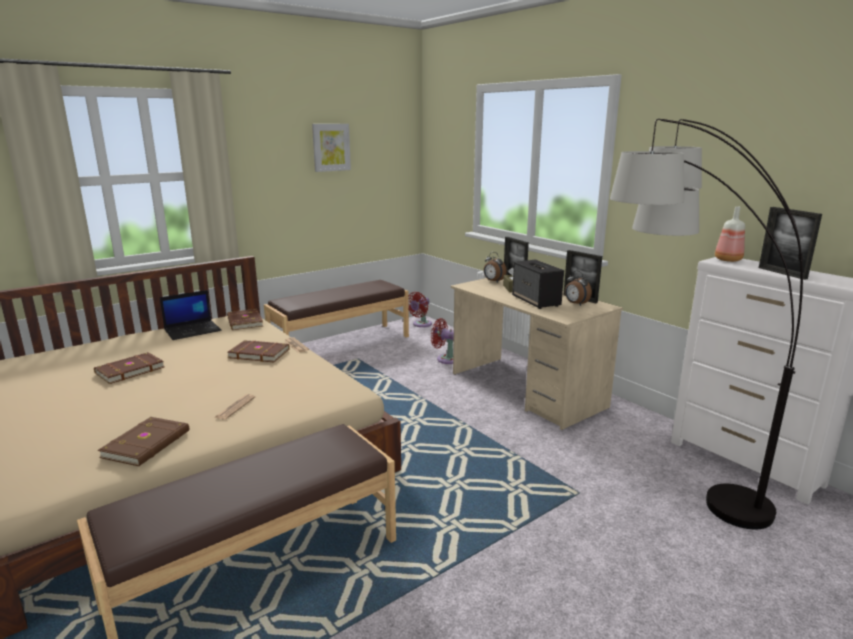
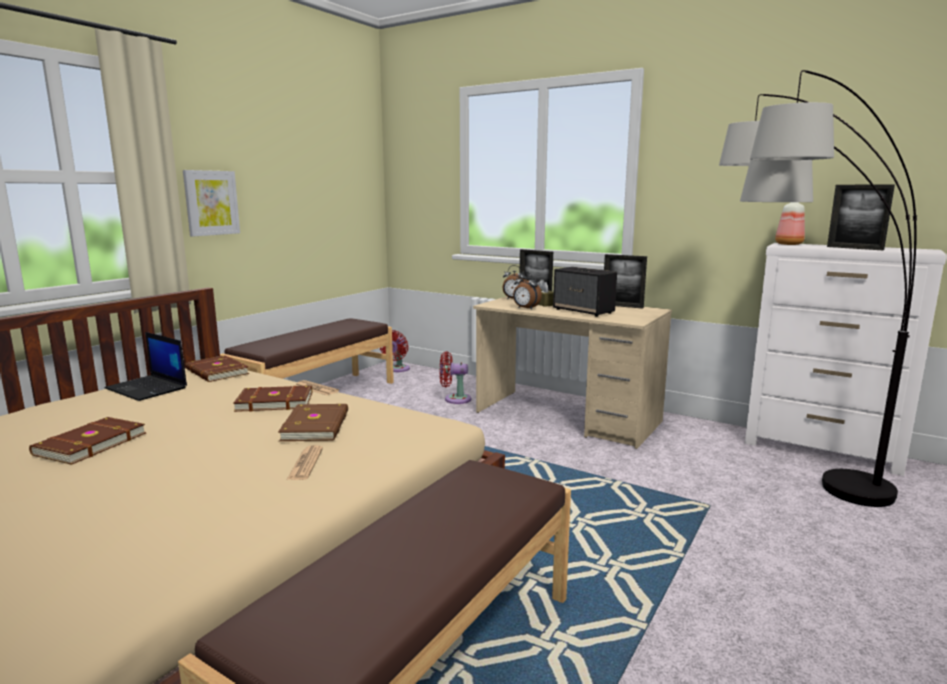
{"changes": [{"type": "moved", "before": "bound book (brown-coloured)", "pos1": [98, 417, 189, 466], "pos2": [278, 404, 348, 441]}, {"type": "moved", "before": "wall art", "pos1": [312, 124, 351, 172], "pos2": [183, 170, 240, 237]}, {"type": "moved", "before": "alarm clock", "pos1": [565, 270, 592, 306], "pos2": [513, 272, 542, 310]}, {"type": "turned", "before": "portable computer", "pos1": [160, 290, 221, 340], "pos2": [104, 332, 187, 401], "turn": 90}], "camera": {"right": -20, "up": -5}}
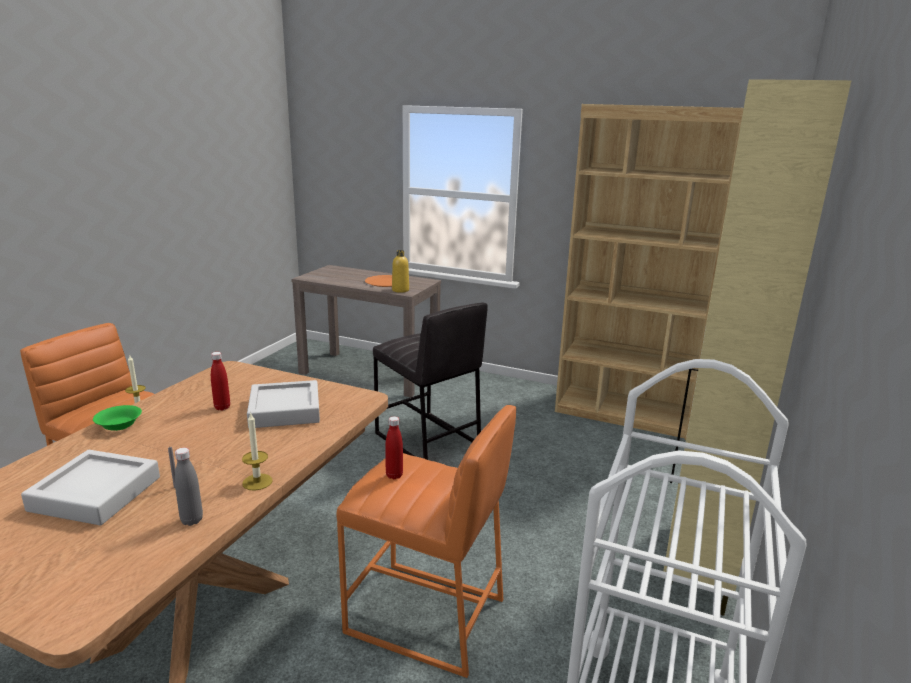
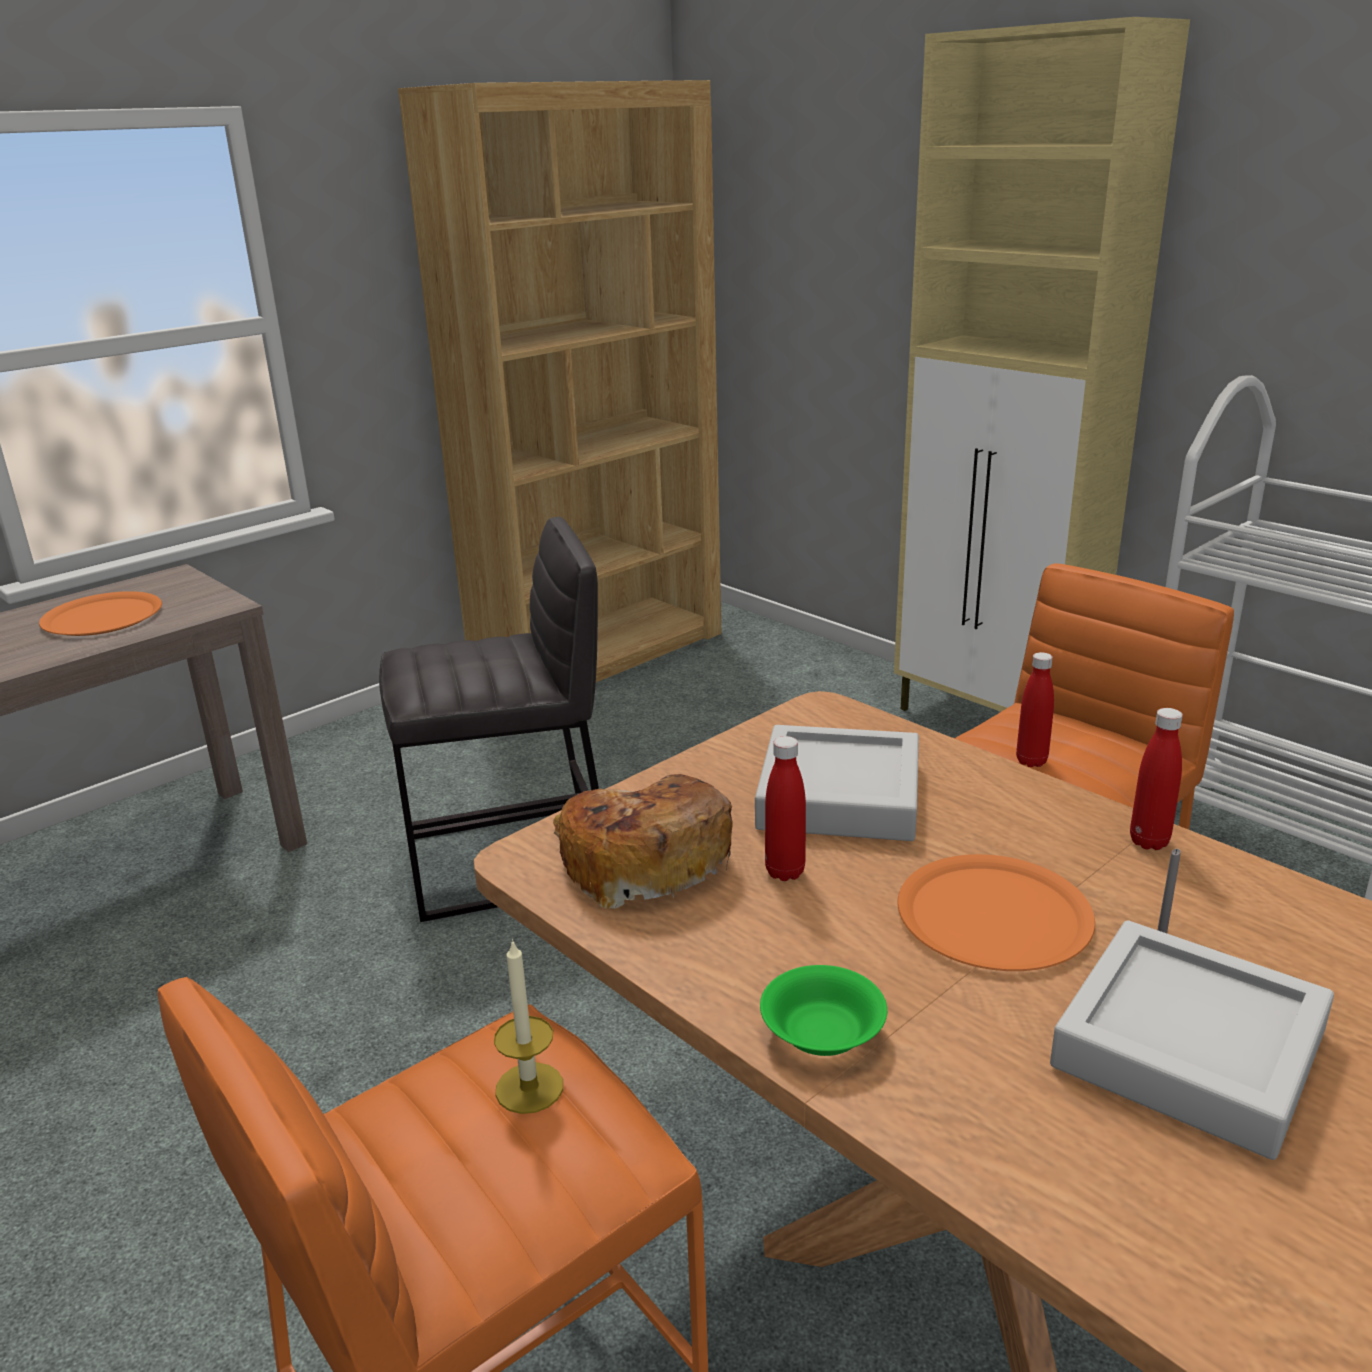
{"changes": [{"type": "removed", "before": "drink bottle (greyish)", "pos1": [175, 448, 203, 526]}, {"type": "removed", "before": "drink bottle (yellow-coloured)", "pos1": [392, 250, 409, 293]}, {"type": "added", "after": "bread", "pos2": [553, 774, 732, 909]}, {"type": "added", "after": "flat dish (orangey)", "pos2": [898, 854, 1095, 971]}, {"type": "replaced", "before": "wax light", "after": "drink bottle (red-coloured)", "pos1": [242, 412, 272, 491], "pos2": [1130, 708, 1183, 850]}], "camera": {"right": -65, "up": 5}}
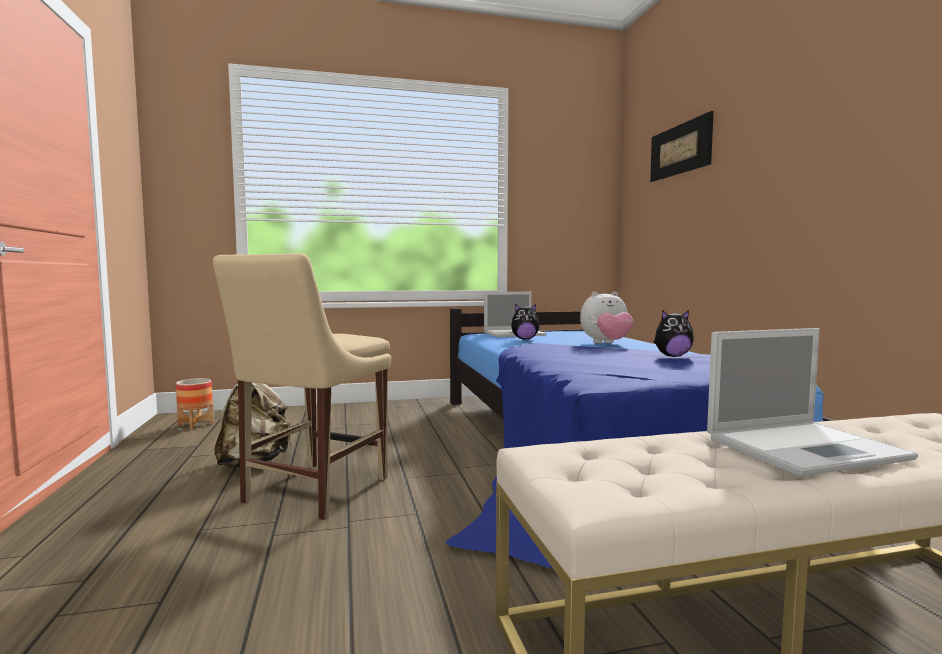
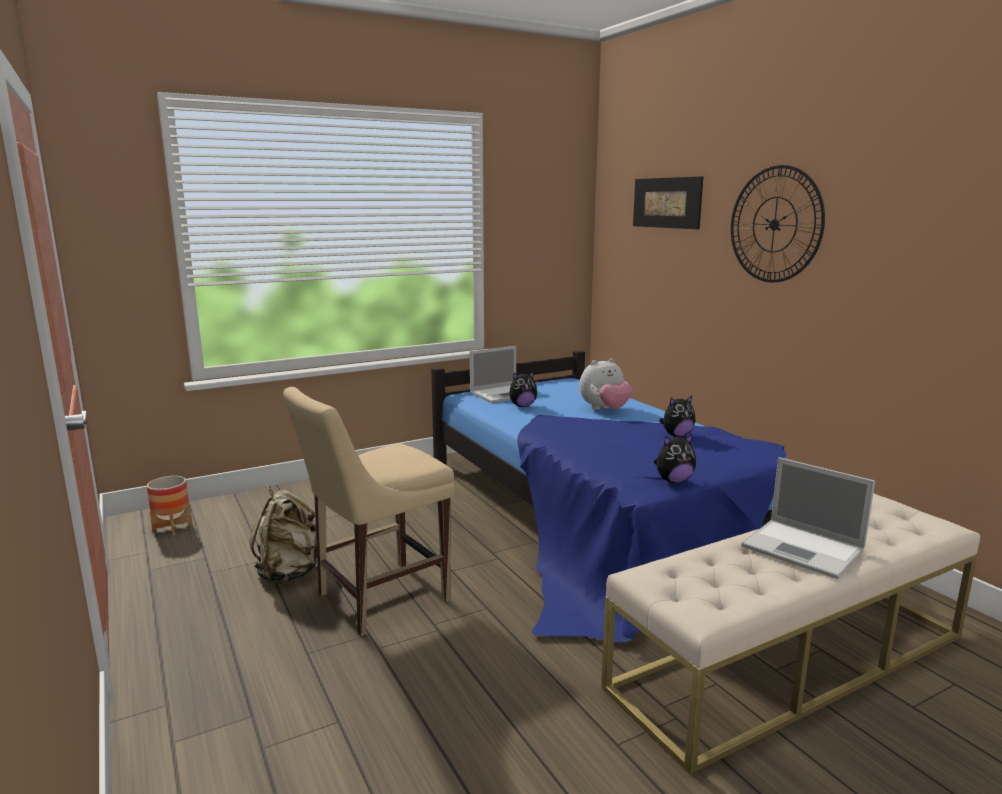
{"changes": [{"type": "added", "after": "cuddly toy", "pos2": [654, 433, 696, 483]}, {"type": "added", "after": "wall clock", "pos2": [731, 165, 825, 283]}, {"type": "turned", "before": "upright chair (beige-coloured)", "pos1": [213, 253, 391, 520], "pos2": [283, 387, 455, 636], "turn": 45}, {"type": "turned", "before": "portable computer", "pos1": [707, 328, 918, 476], "pos2": [741, 457, 875, 579], "turn": 75}], "camera": {"right": -15, "up": 10}}
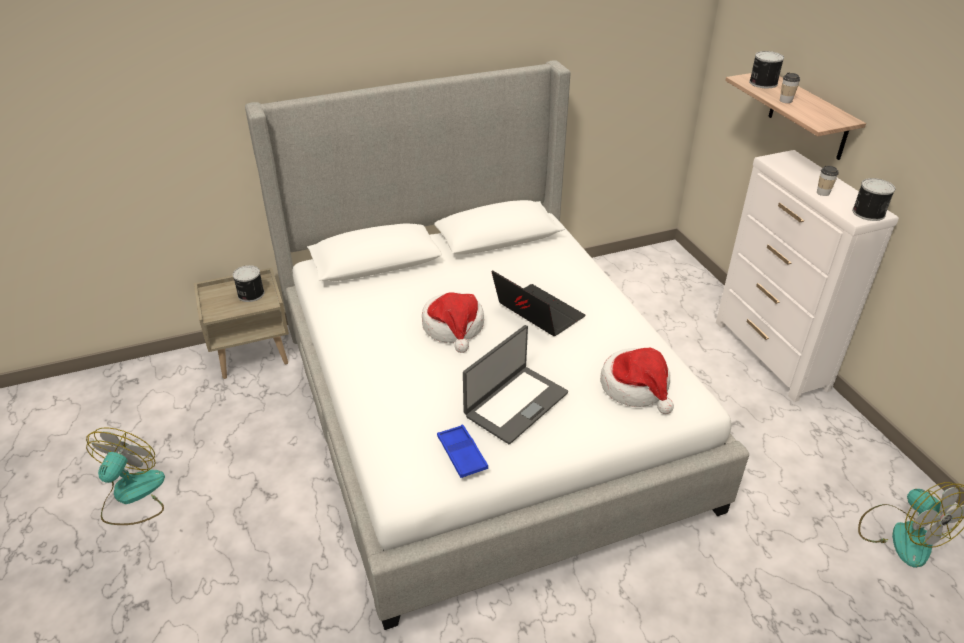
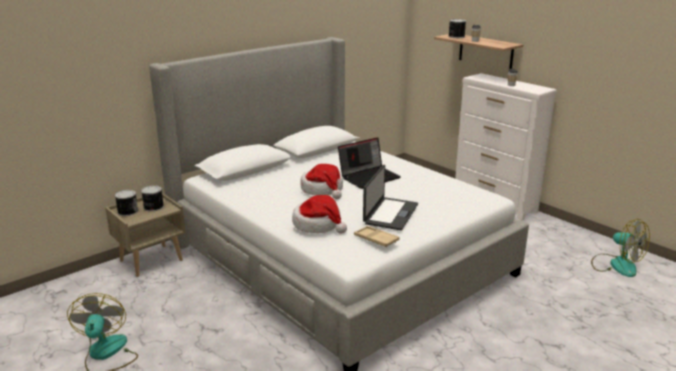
{"changes": [{"type": "moved", "before": "wearable hat", "pos1": [600, 348, 674, 414], "pos2": [292, 195, 347, 234]}, {"type": "moved", "before": "sealed can", "pos1": [852, 178, 895, 221], "pos2": [115, 190, 138, 216]}, {"type": "recoloured", "before": "tray (bluish)", "after": "tray (beige-coloured)", "pos1": [437, 424, 488, 478], "pos2": [354, 226, 399, 247]}, {"type": "turned", "before": "portable computer", "pos1": [492, 270, 586, 336], "pos2": [338, 137, 401, 189], "turn": 120}], "camera": {"right": -20, "up": -15}}
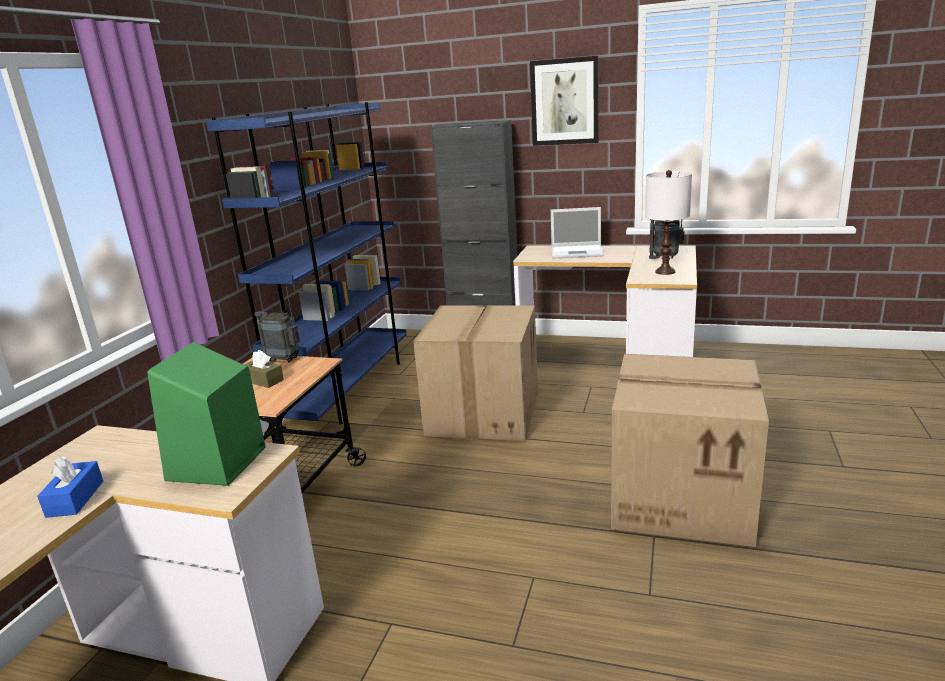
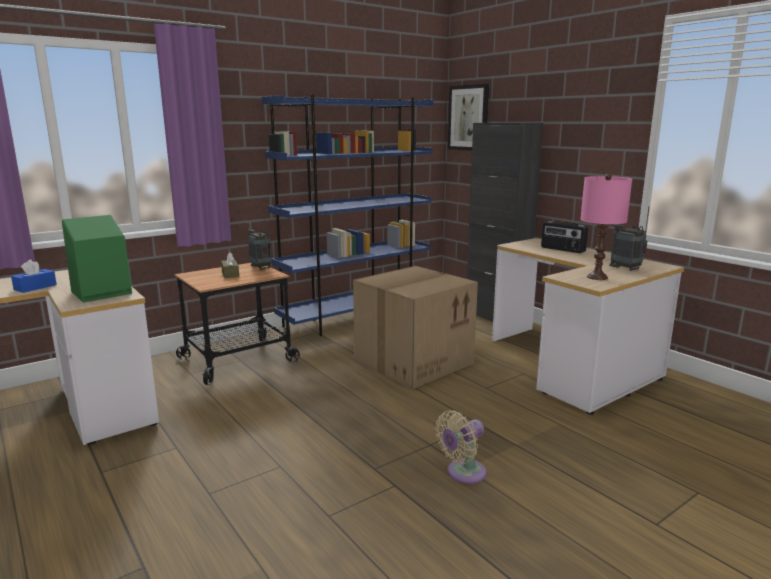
{"changes": [{"type": "moved", "before": "wall art", "pos1": [530, 56, 599, 146], "pos2": [448, 84, 489, 151]}, {"type": "replaced", "before": "portable computer", "after": "radio set", "pos1": [551, 207, 604, 259], "pos2": [541, 221, 588, 253]}, {"type": "replaced", "before": "cardboard box", "after": "cooling fan (beige-coloured)", "pos1": [611, 354, 769, 547], "pos2": [435, 410, 487, 484]}, {"type": "recoloured", "before": "lamp for a table (white-coloured)", "after": "lamp for a table (pink-coloured)", "pos1": [645, 170, 692, 275], "pos2": [580, 174, 632, 280]}], "camera": {"right": 35, "up": -5}}
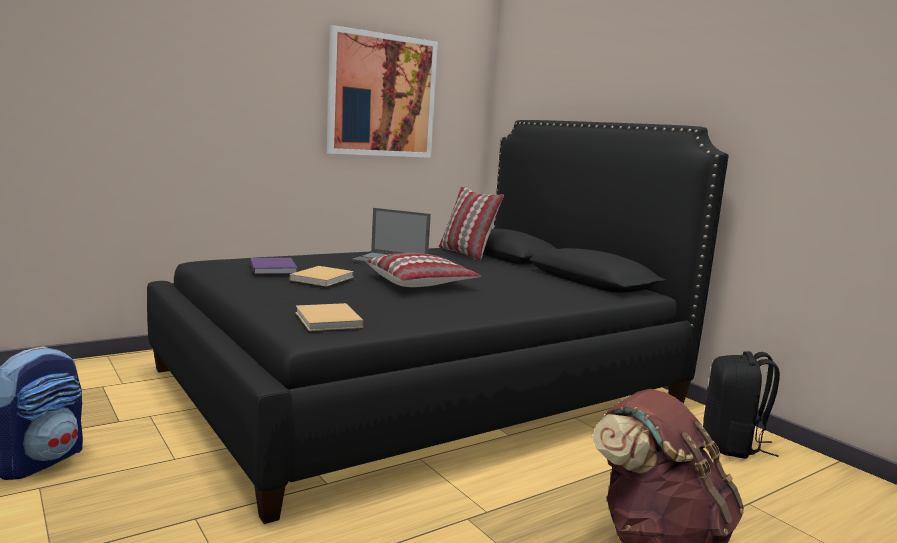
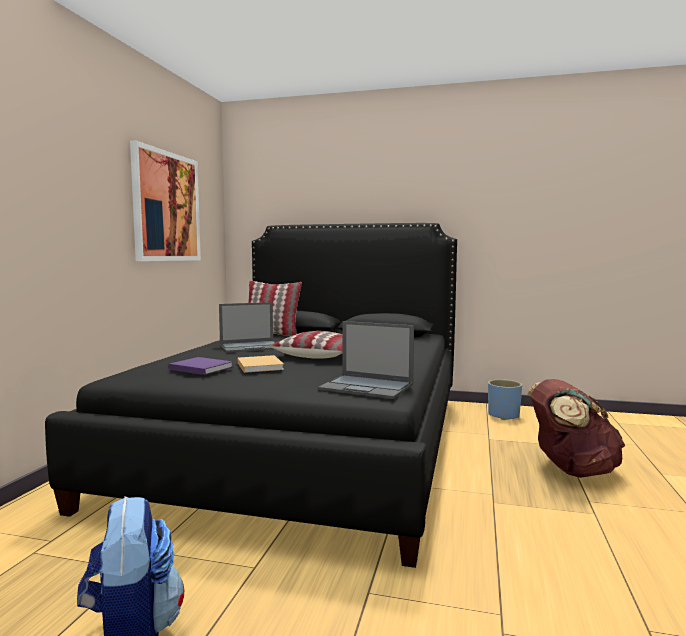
{"changes": [{"type": "replaced", "before": "bound book (beige-coloured)", "after": "portable computer", "pos1": [296, 303, 364, 331], "pos2": [318, 321, 414, 399]}, {"type": "replaced", "before": "backpack (black)", "after": "flower pot (bluish)", "pos1": [703, 351, 780, 459], "pos2": [488, 379, 522, 420]}], "camera": {"right": -40, "up": -5}}
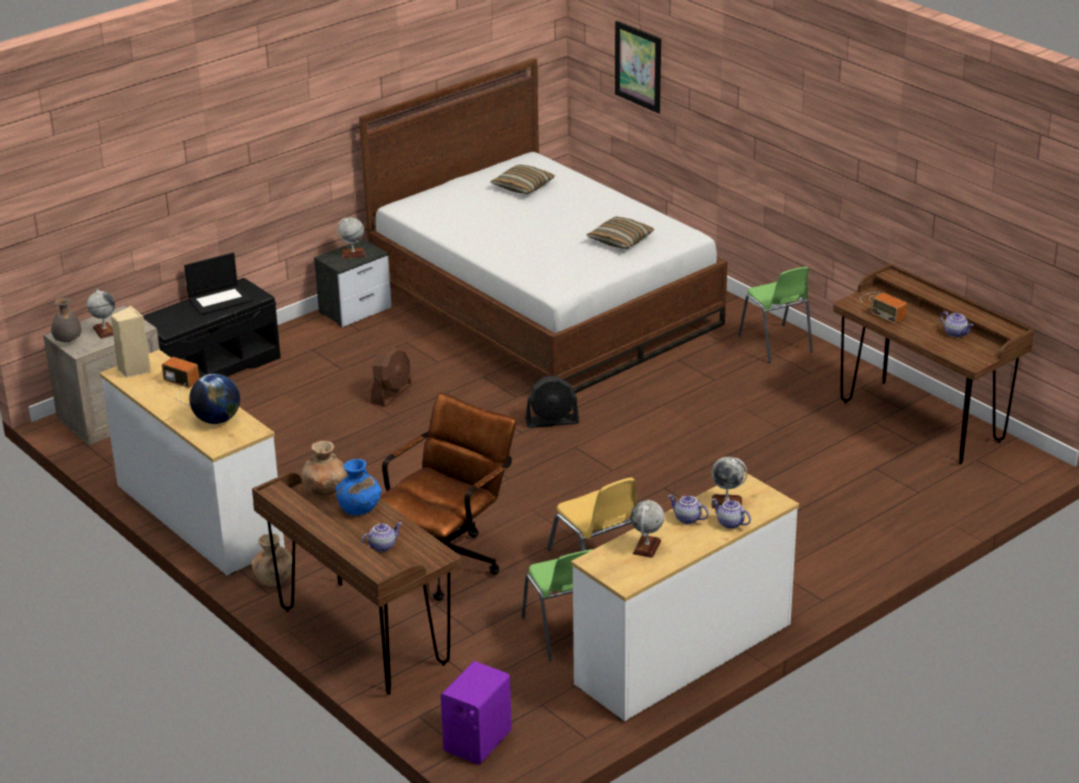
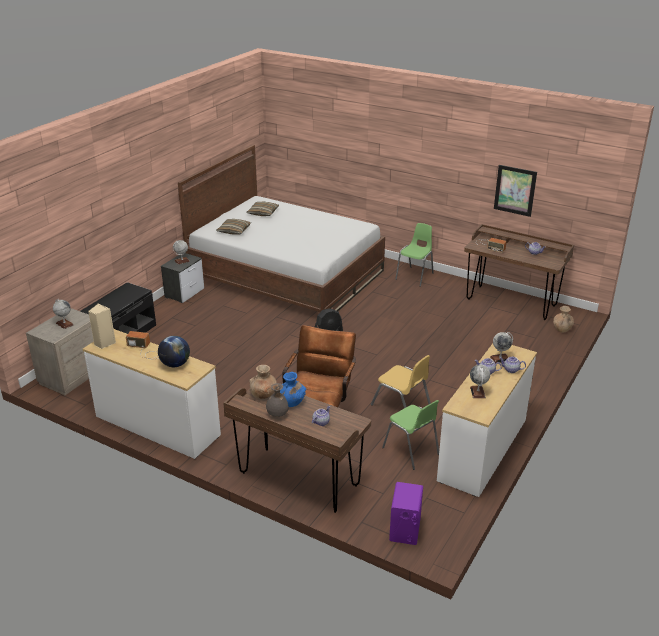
{"changes": [{"type": "removed", "before": "portable computer", "pos1": [184, 253, 252, 315]}, {"type": "removed", "before": "cooling fan (brown-coloured)", "pos1": [371, 347, 412, 407]}, {"type": "moved", "before": "flower vase (greyish)", "pos1": [51, 297, 82, 342], "pos2": [266, 383, 289, 417]}, {"type": "moved", "before": "flower vase (brown-coloured)", "pos1": [251, 533, 292, 586], "pos2": [553, 306, 574, 333]}, {"type": "moved", "before": "throw pillow", "pos1": [586, 217, 654, 249], "pos2": [216, 219, 251, 234]}, {"type": "moved", "before": "wall art", "pos1": [615, 21, 661, 113], "pos2": [494, 165, 537, 217]}, {"type": "turned", "before": "upright chair (greenish)", "pos1": [738, 267, 813, 363], "pos2": [395, 223, 434, 287], "turn": -105}], "camera": {"right": -20, "up": 0}}
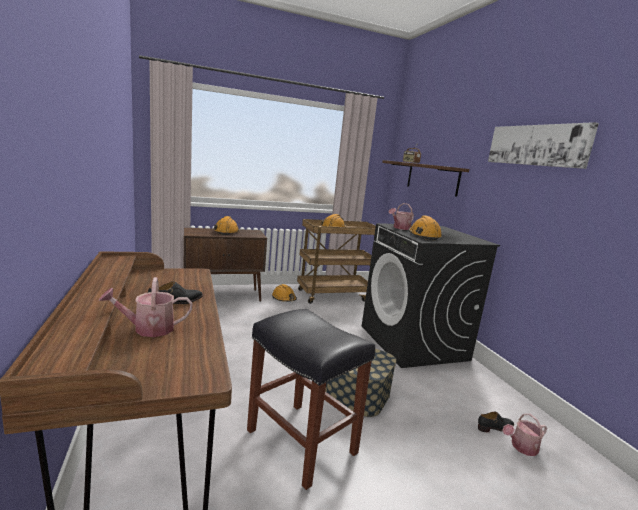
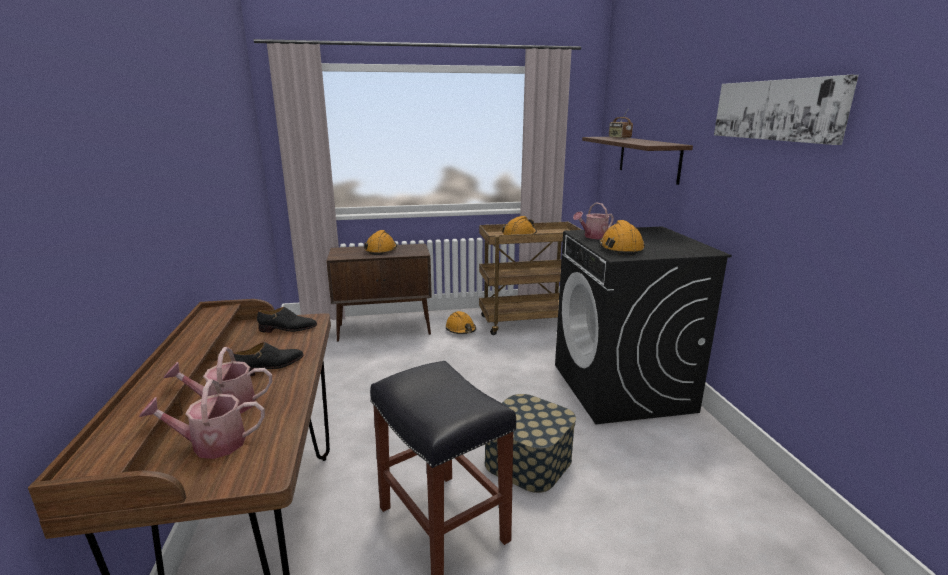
{"changes": [{"type": "moved", "before": "item of footwear (black)", "pos1": [478, 411, 514, 432], "pos2": [257, 307, 317, 333]}, {"type": "moved", "before": "watering pot", "pos1": [502, 414, 547, 456], "pos2": [139, 379, 265, 459]}], "camera": {"right": 10, "up": 5}}
